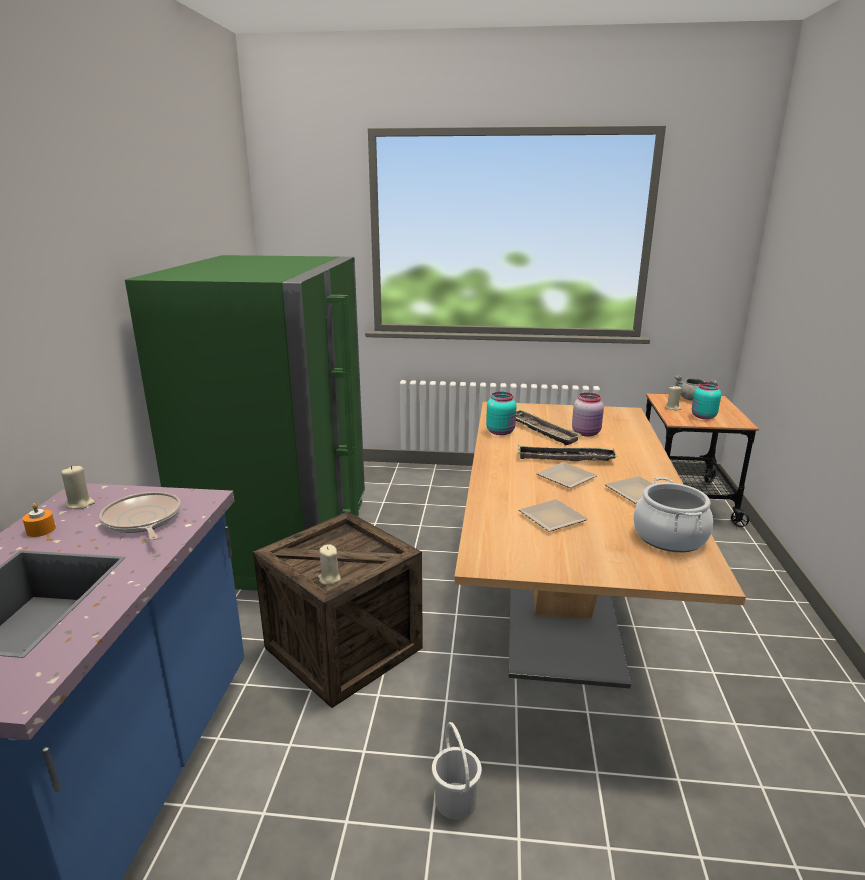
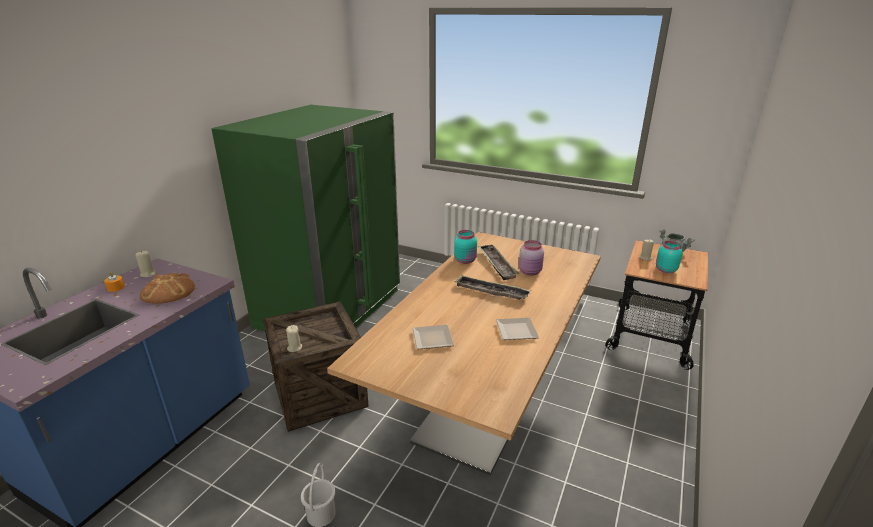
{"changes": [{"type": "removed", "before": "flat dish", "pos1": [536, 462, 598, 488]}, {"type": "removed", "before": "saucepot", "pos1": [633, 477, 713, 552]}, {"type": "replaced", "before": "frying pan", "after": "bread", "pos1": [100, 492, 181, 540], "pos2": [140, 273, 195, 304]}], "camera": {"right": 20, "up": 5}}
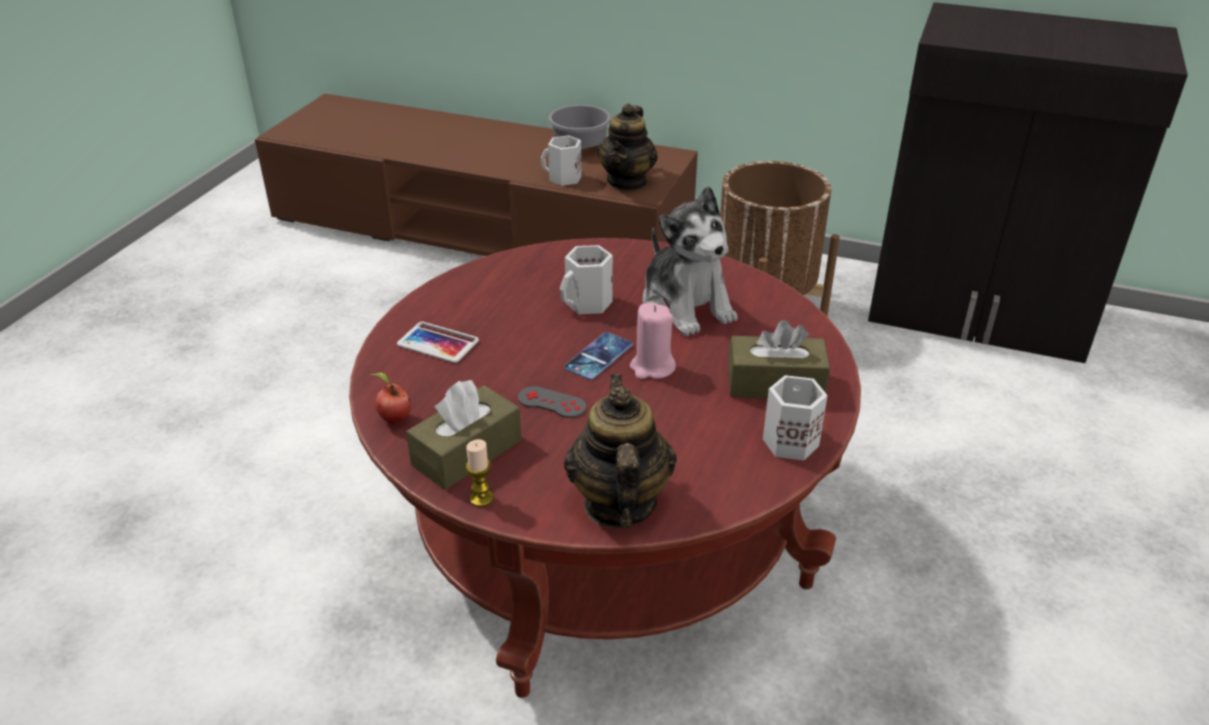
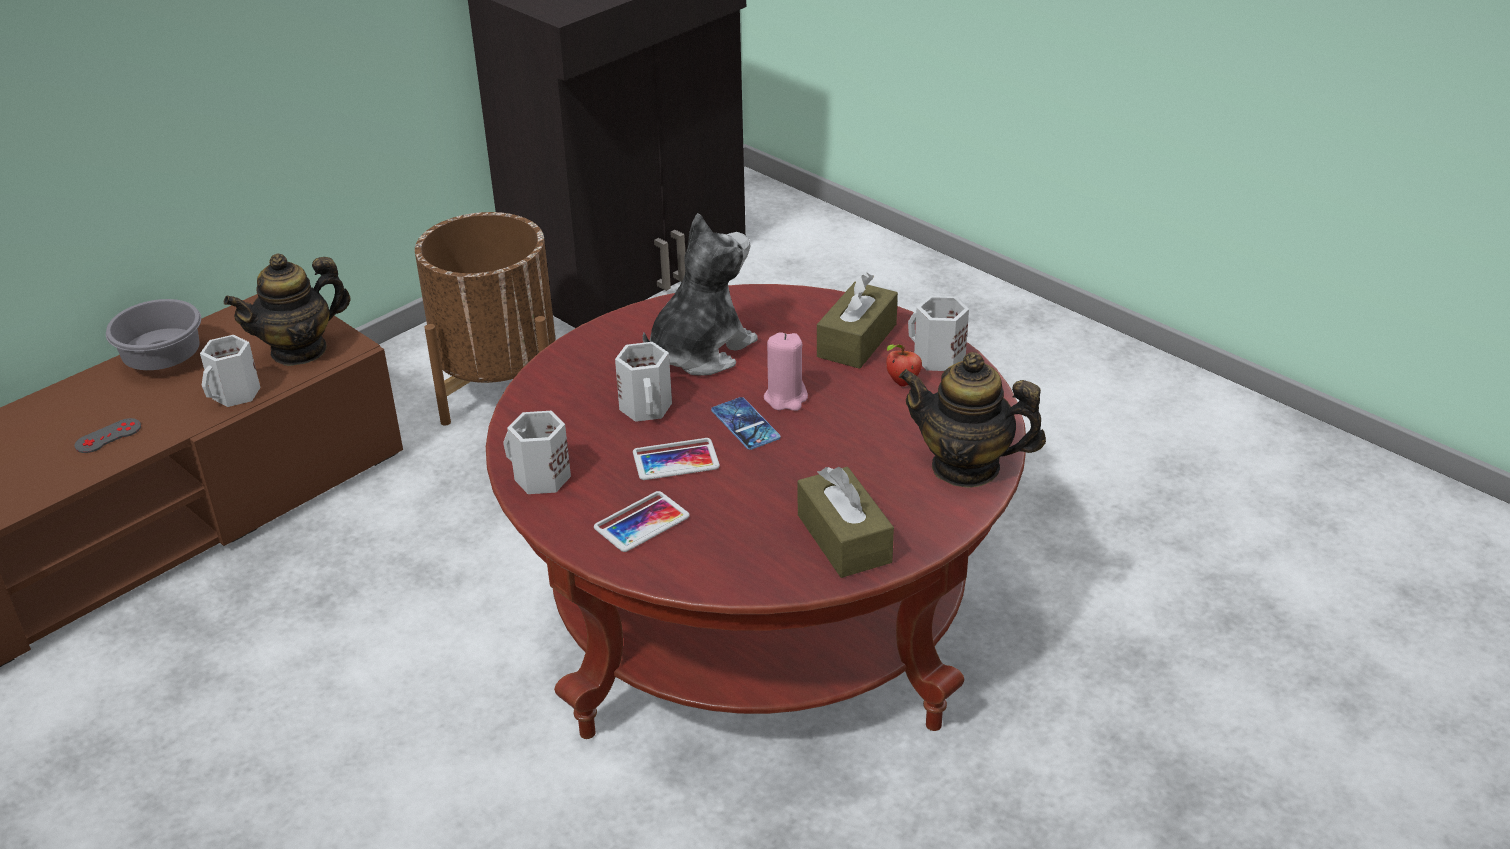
{"changes": [{"type": "removed", "before": "wax light", "pos1": [466, 439, 493, 507]}, {"type": "added", "after": "coffee mug (white-coloured)", "pos2": [503, 411, 571, 494]}, {"type": "added", "after": "phone", "pos2": [633, 438, 720, 480]}, {"type": "moved", "before": "apple", "pos1": [371, 373, 411, 425], "pos2": [886, 344, 922, 387]}, {"type": "moved", "before": "gamepad (greyish)", "pos1": [518, 386, 586, 418], "pos2": [75, 418, 141, 453]}, {"type": "turned", "before": "tea pot", "pos1": [597, 103, 658, 191], "pos2": [224, 253, 351, 366], "turn": 105}, {"type": "turned", "before": "cuddly toy", "pos1": [642, 186, 737, 336], "pos2": [643, 213, 758, 376], "turn": -45}], "camera": {"right": -65, "up": 0}}
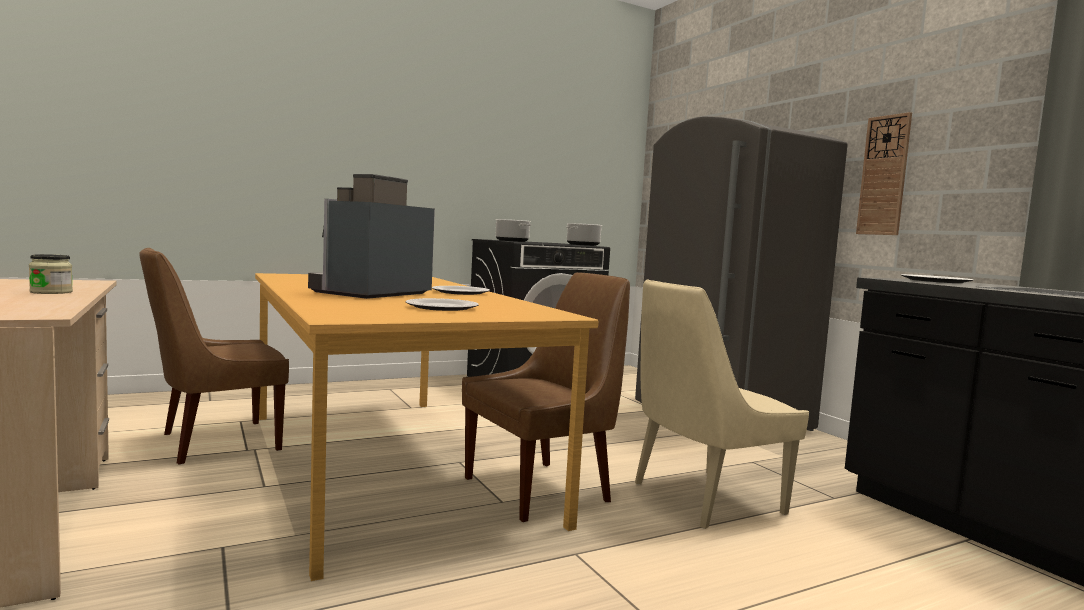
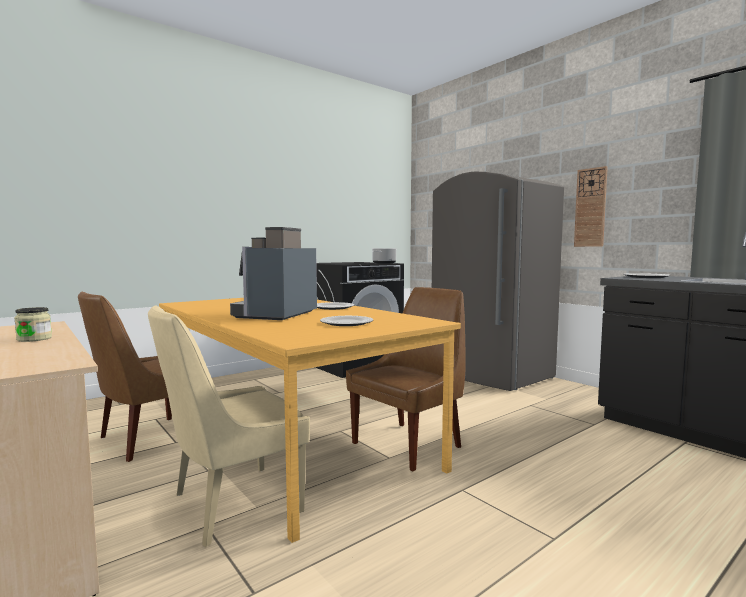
{"changes": [{"type": "removed", "before": "saucepot", "pos1": [495, 219, 532, 242]}, {"type": "moved", "before": "upright chair (beige-coloured)", "pos1": [635, 280, 809, 529], "pos2": [148, 305, 310, 547]}], "camera": {"right": -10, "up": 0}}
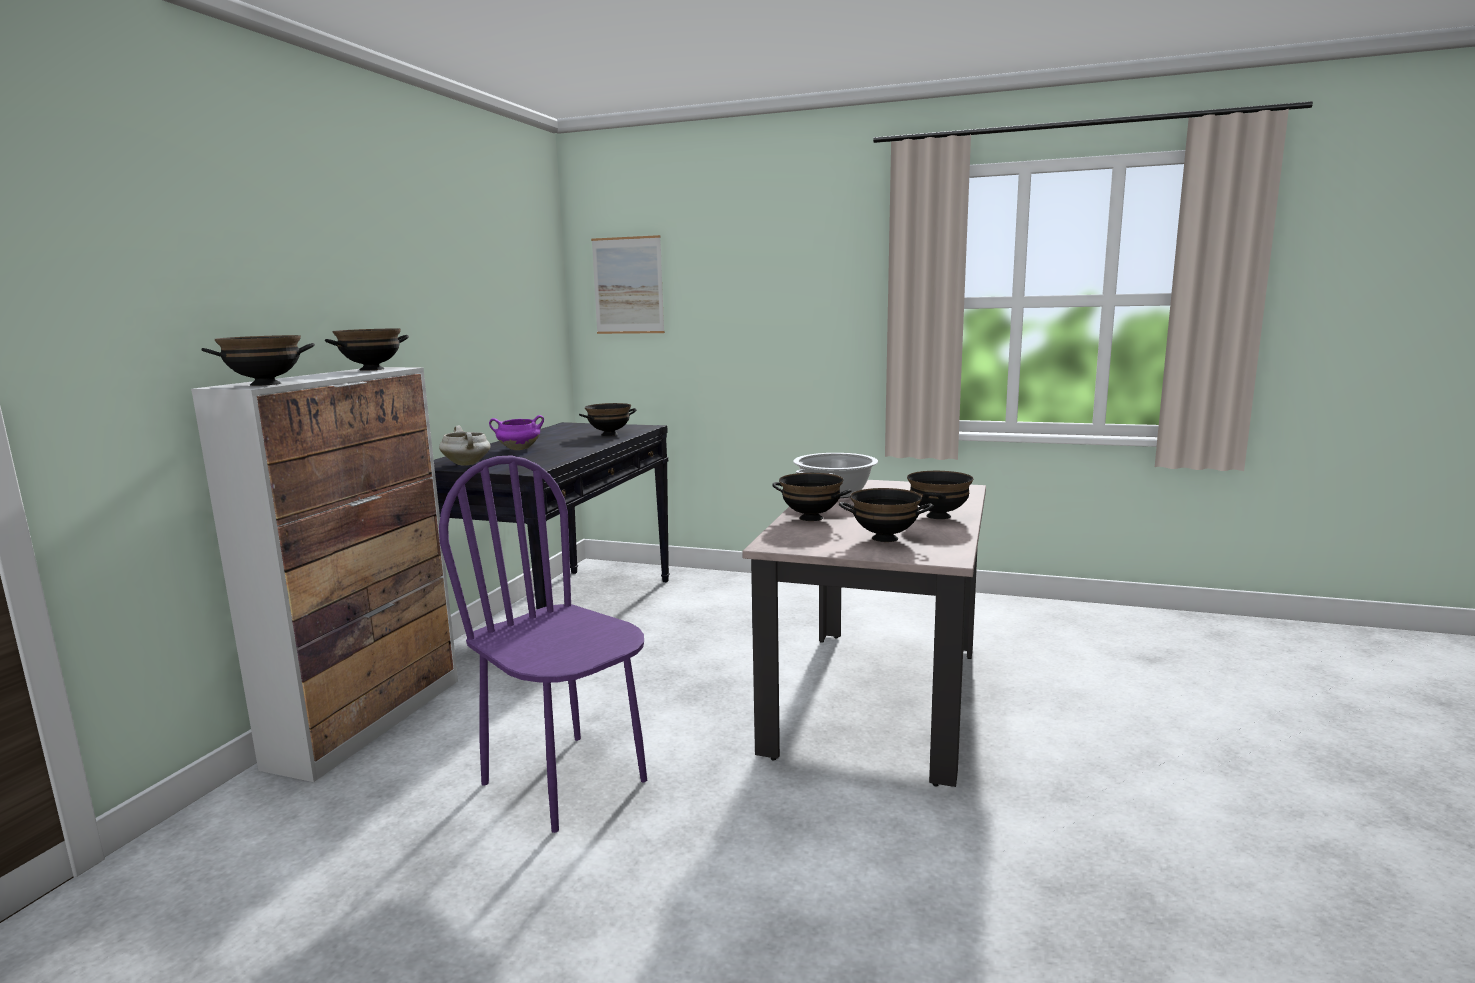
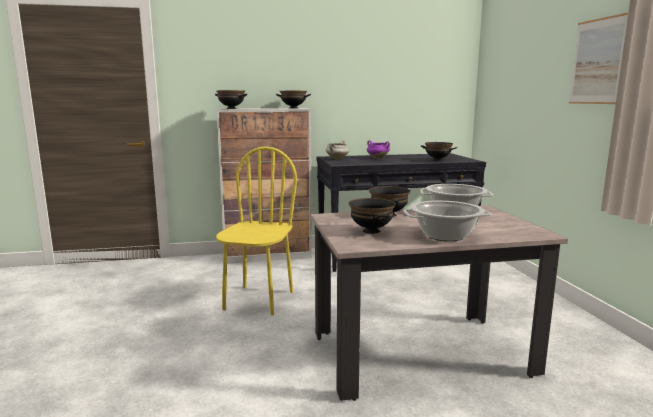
{"changes": [{"type": "moved", "before": "wall art", "pos1": [591, 235, 665, 334], "pos2": [569, 13, 628, 104]}, {"type": "replaced", "before": "bowl (black)", "after": "saucepot", "pos1": [907, 471, 973, 519], "pos2": [403, 201, 492, 241]}, {"type": "recoloured", "before": "upright chair (purplish)", "after": "upright chair (yellow-coloured)", "pos1": [439, 455, 647, 833], "pos2": [216, 146, 297, 316]}], "camera": {"right": 60, "up": 0}}
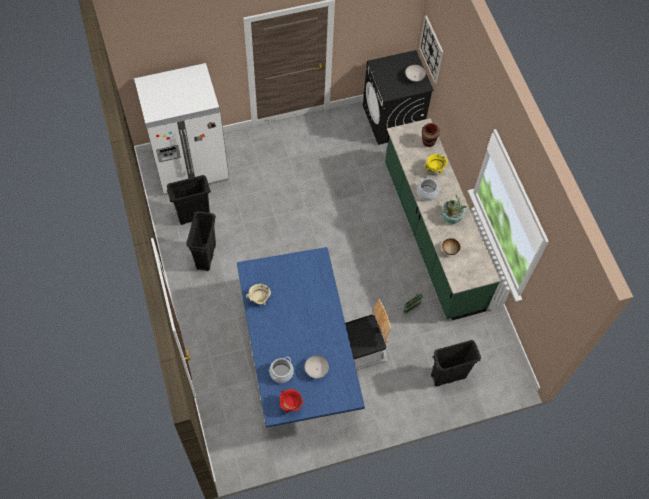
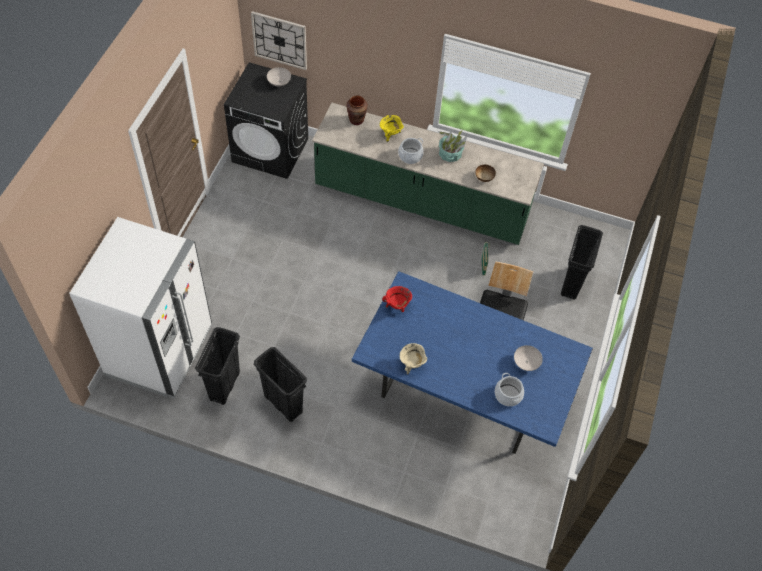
{"changes": [{"type": "moved", "before": "saucepot (red-coloured)", "pos1": [280, 389, 303, 413], "pos2": [382, 286, 412, 312]}], "camera": {"right": -55, "up": -5}}
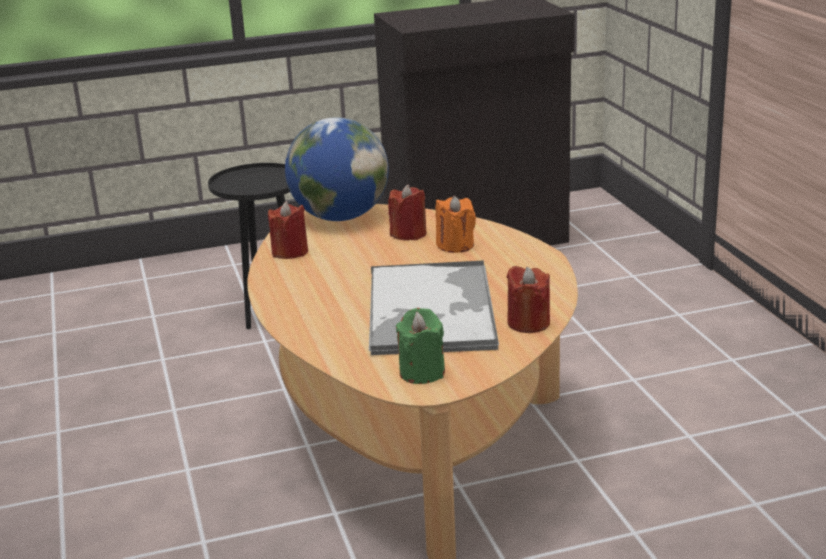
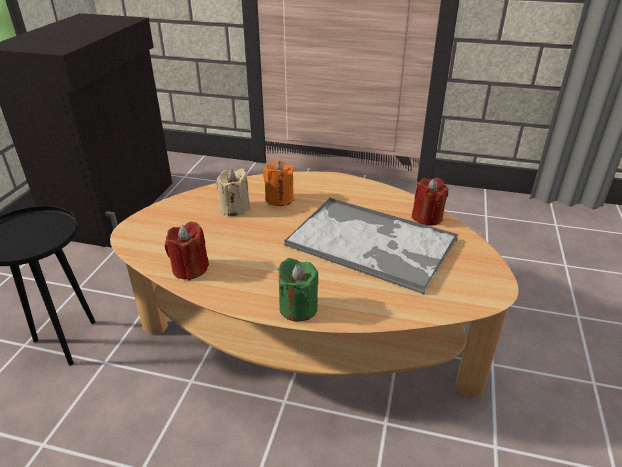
{"changes": [{"type": "removed", "before": "world globe", "pos1": [285, 117, 389, 221]}, {"type": "moved", "before": "wax light (greenish)", "pos1": [395, 308, 445, 384], "pos2": [278, 258, 319, 322]}, {"type": "recoloured", "before": "wax light (red-coloured)", "after": "wax light (beige-coloured)", "pos1": [388, 184, 427, 240], "pos2": [216, 168, 250, 216]}], "camera": {"right": -60, "up": 10}}
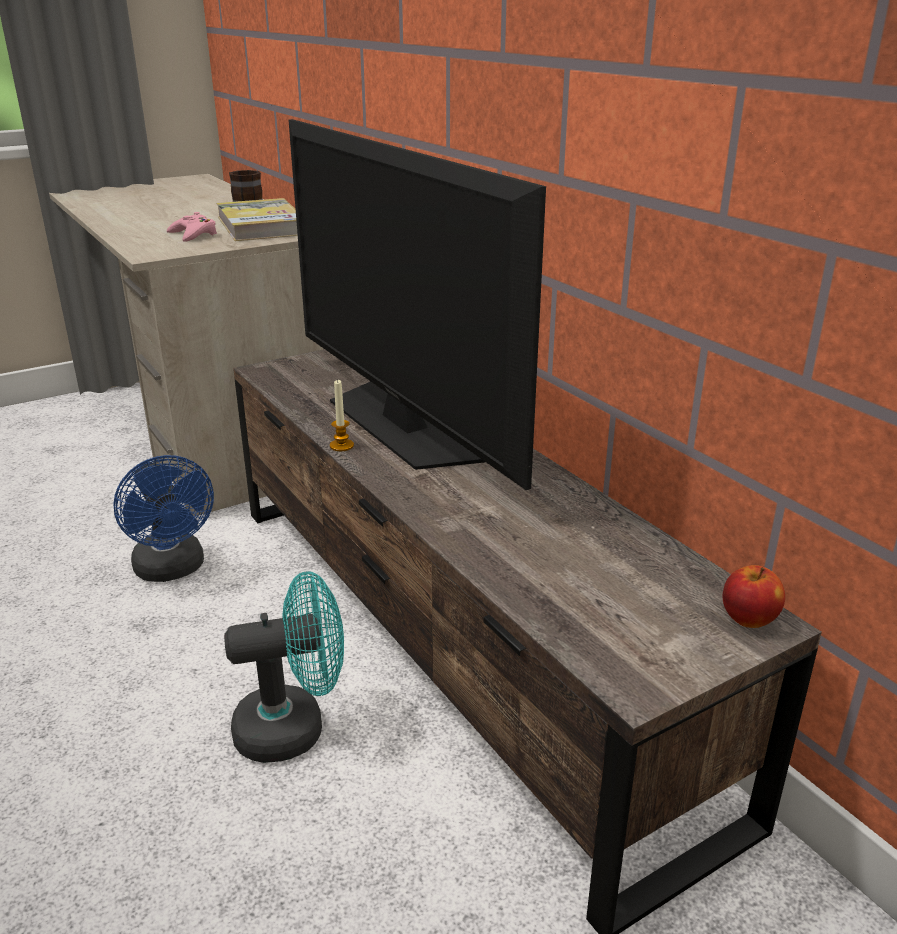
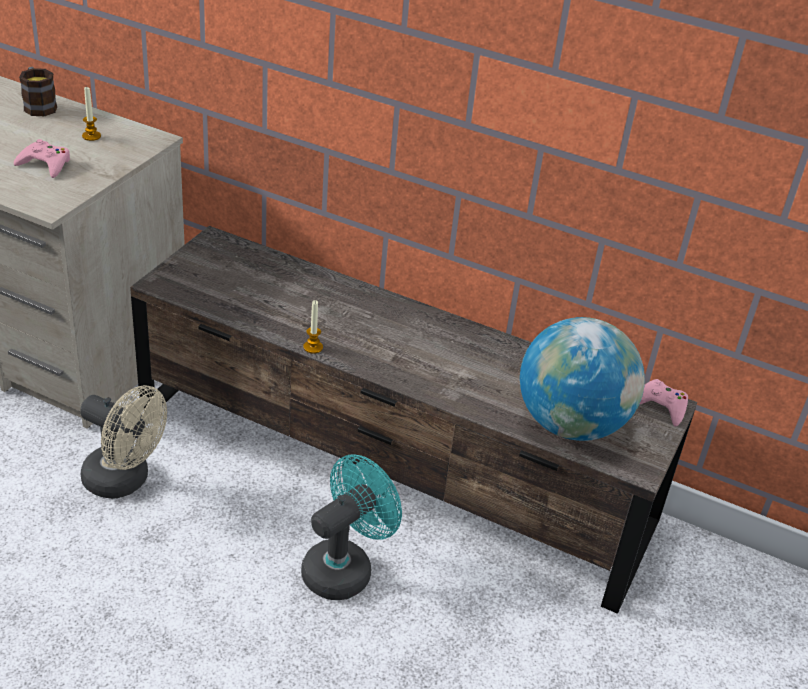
{"changes": [{"type": "removed", "before": "TV set", "pos1": [289, 119, 546, 490]}, {"type": "added", "after": "world globe", "pos2": [520, 317, 645, 441]}, {"type": "replaced", "before": "bound book", "after": "wax light", "pos1": [216, 198, 298, 241], "pos2": [82, 87, 101, 141]}, {"type": "replaced", "before": "apple", "after": "gamepad (pink-coloured)", "pos1": [723, 565, 785, 628], "pos2": [639, 379, 688, 427]}, {"type": "recoloured", "before": "cooling fan (bluish)", "after": "cooling fan (beige-coloured)", "pos1": [113, 455, 214, 582], "pos2": [80, 385, 167, 499]}], "camera": {"right": -35, "up": 10}}
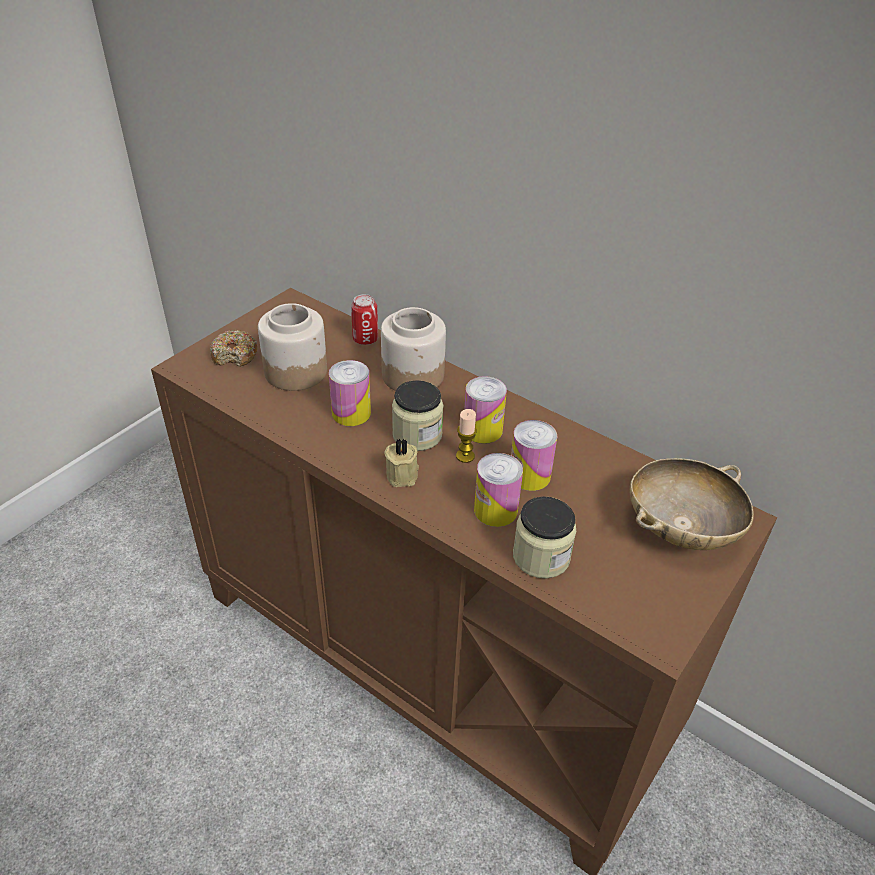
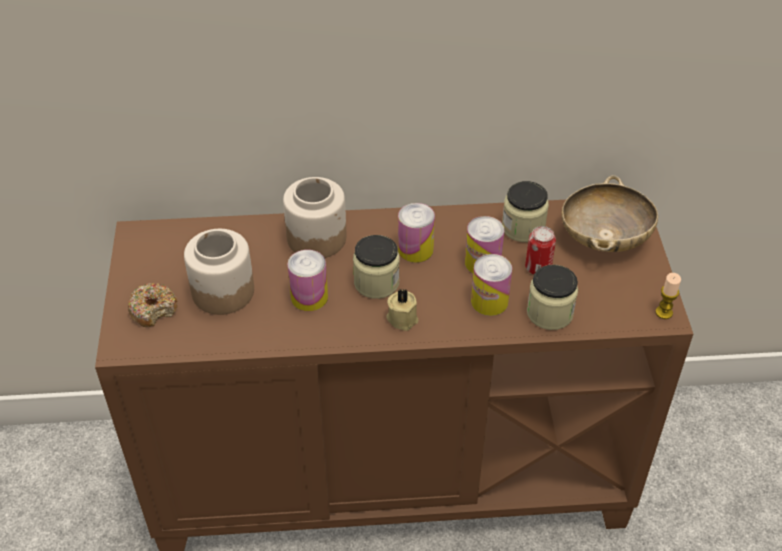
{"changes": [{"type": "added", "after": "jar", "pos2": [502, 181, 549, 242]}, {"type": "moved", "before": "sealed can", "pos1": [351, 294, 378, 345], "pos2": [525, 226, 556, 274]}, {"type": "moved", "before": "wax light", "pos1": [456, 409, 477, 463], "pos2": [655, 273, 681, 319]}], "camera": {"right": -40, "up": 5}}
